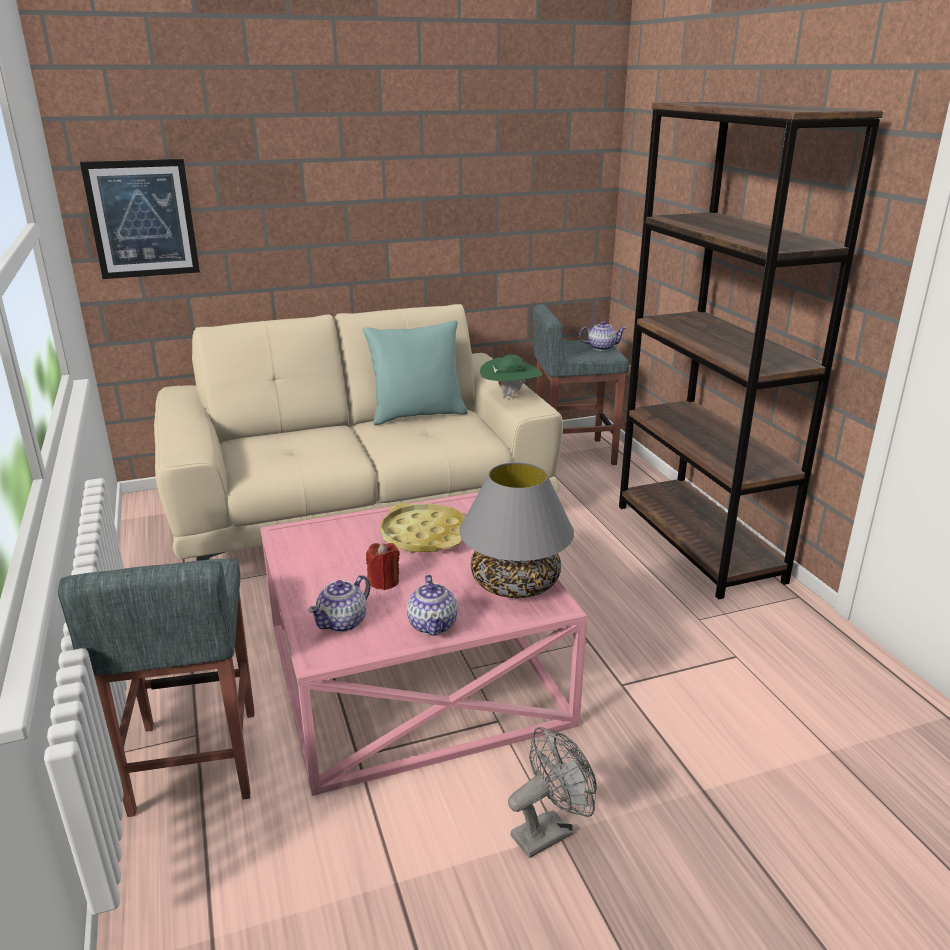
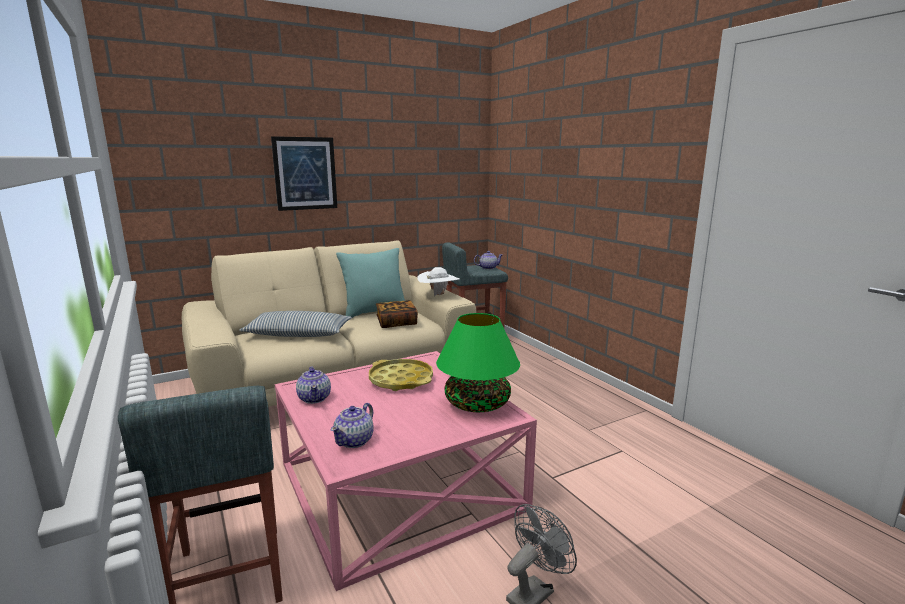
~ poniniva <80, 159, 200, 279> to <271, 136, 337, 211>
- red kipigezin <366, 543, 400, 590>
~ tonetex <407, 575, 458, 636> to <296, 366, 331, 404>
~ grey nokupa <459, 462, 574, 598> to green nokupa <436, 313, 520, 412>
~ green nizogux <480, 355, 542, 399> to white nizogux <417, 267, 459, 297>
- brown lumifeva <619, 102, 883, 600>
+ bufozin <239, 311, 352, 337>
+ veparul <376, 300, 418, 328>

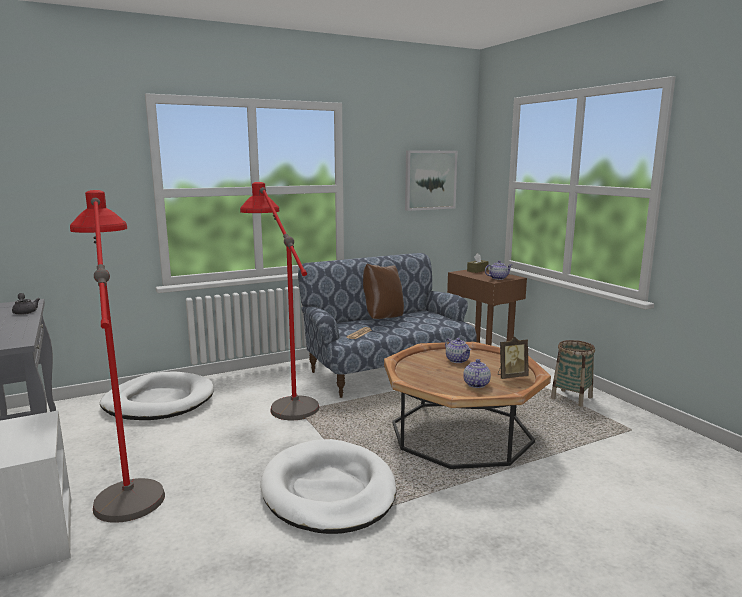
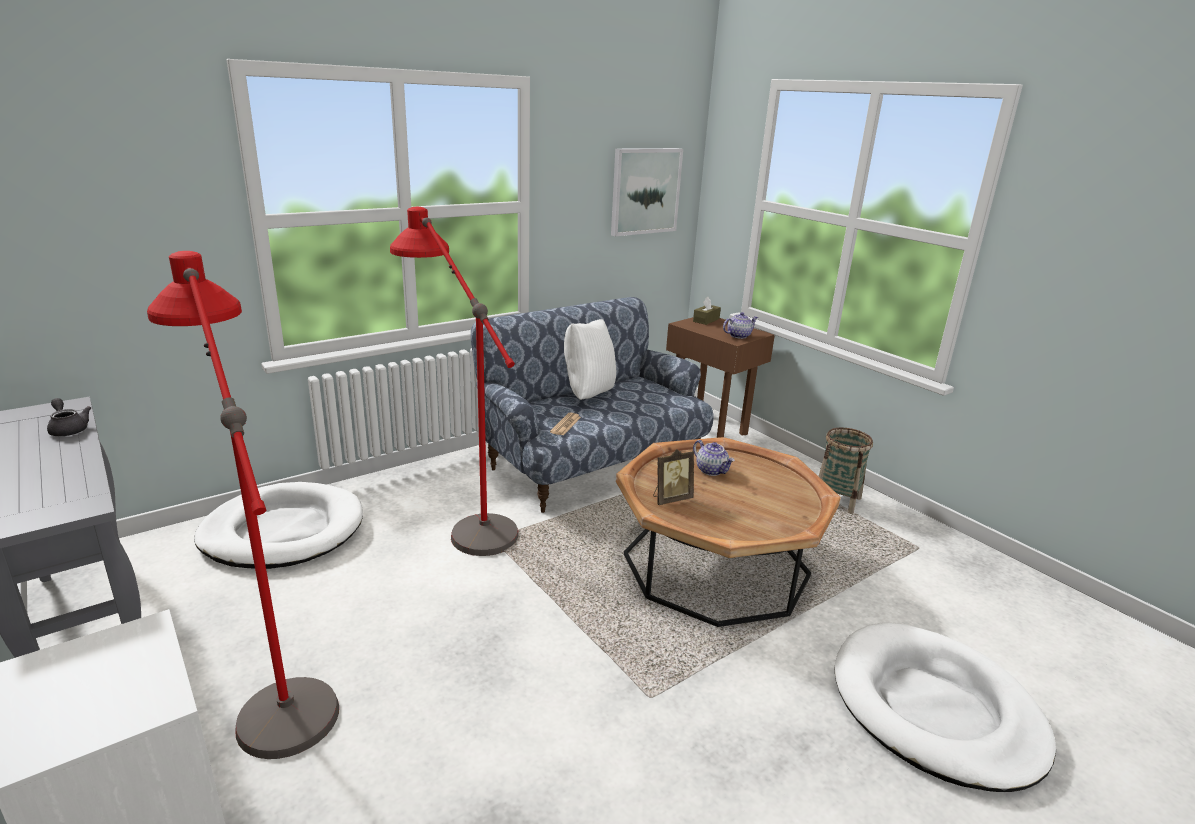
~ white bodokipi <260, 439, 397, 534> to <835, 622, 1056, 792>
~ brown bufozin <363, 264, 404, 319> to white bufozin <564, 319, 616, 400>
- tonetex <463, 359, 491, 388>
~ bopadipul <498, 337, 529, 379> to <653, 449, 694, 505>

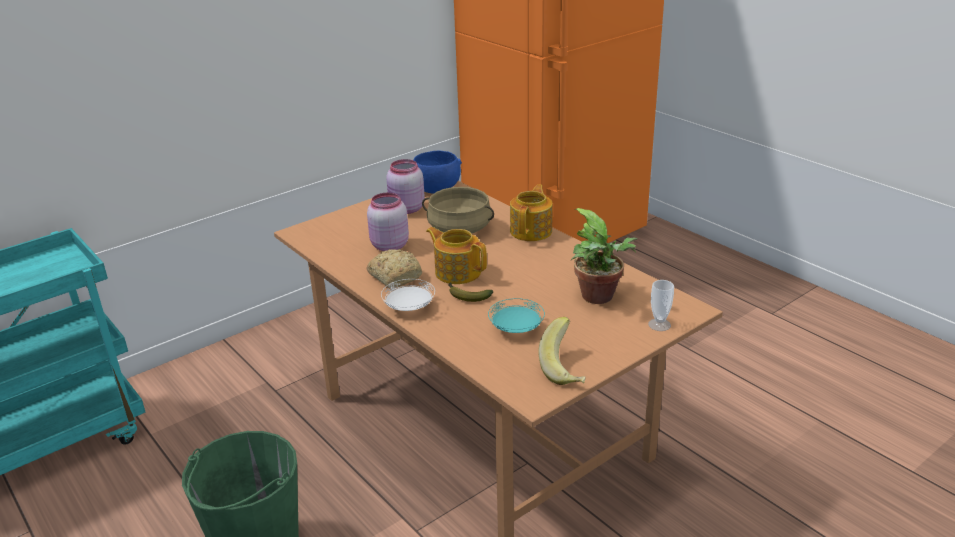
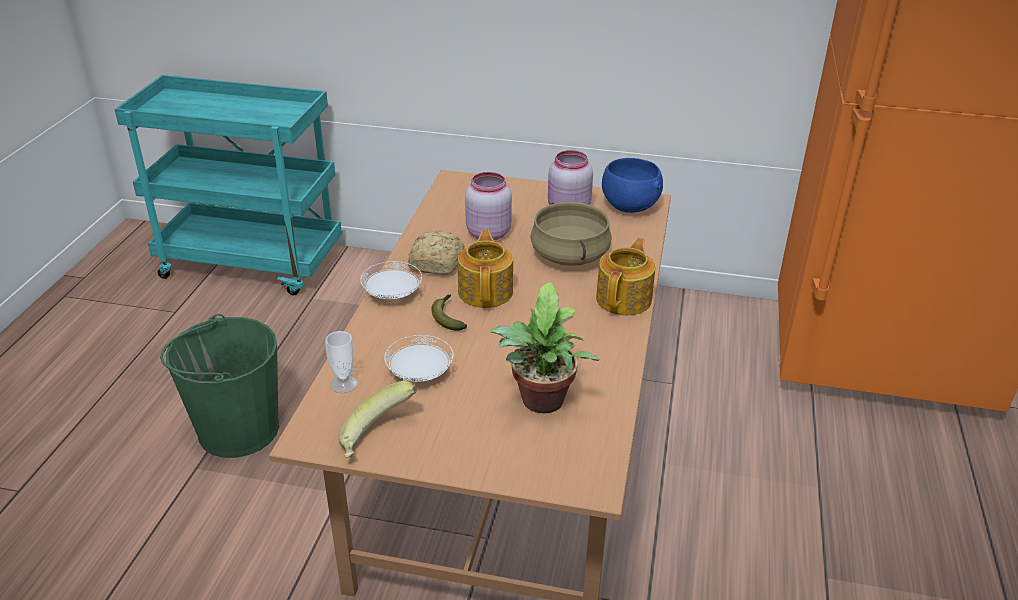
~ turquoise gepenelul <488, 298, 545, 333> to white gepenelul <384, 335, 453, 382>
~ tonetex <510, 184, 553, 241> = <596, 238, 655, 315> 45 degrees counterclockwise
~ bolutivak <648, 280, 674, 331> to <325, 331, 358, 393>

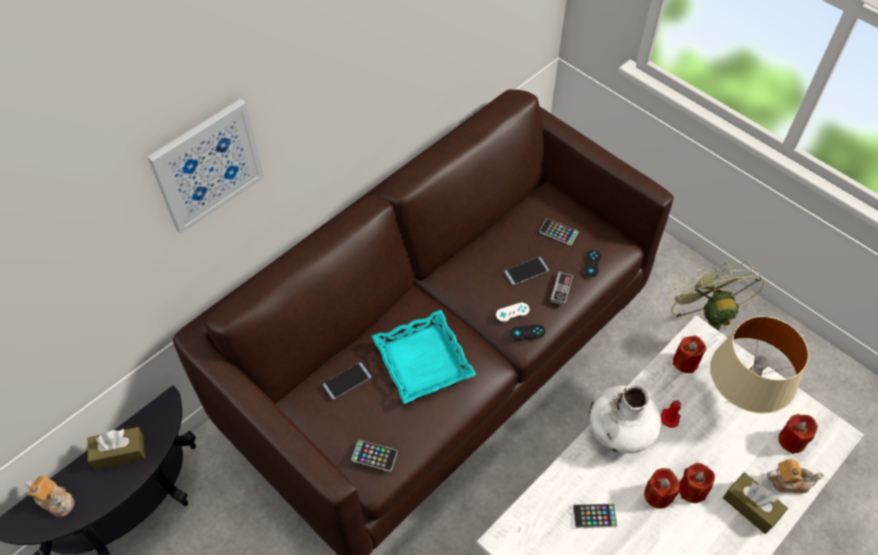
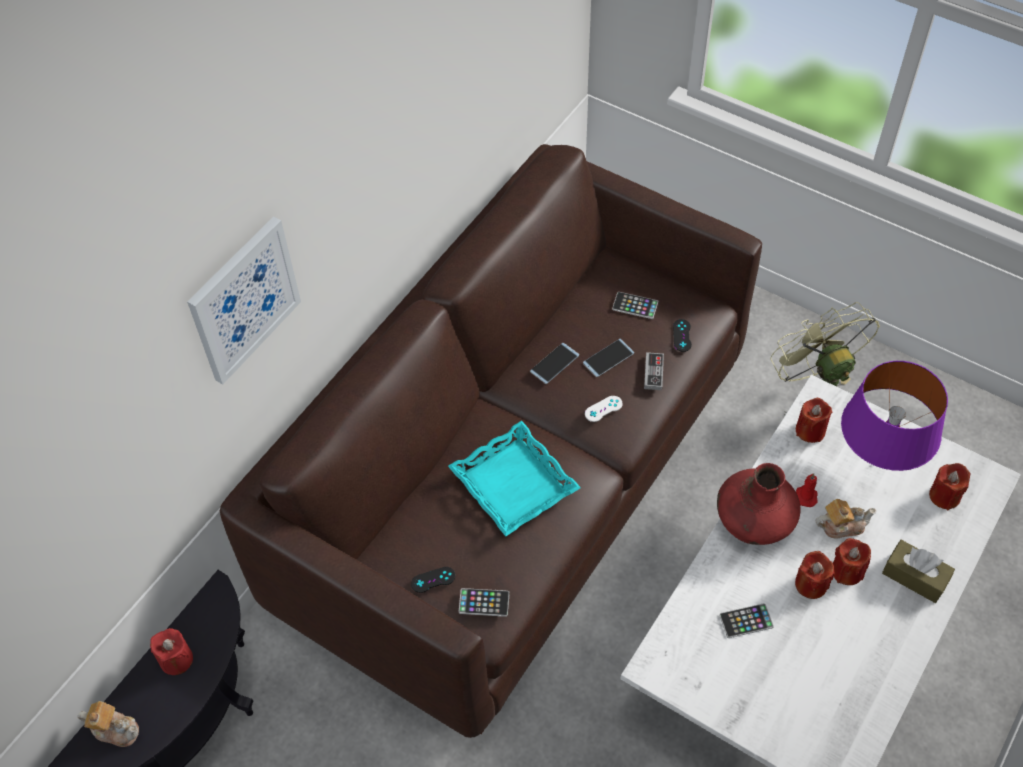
~ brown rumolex <87, 427, 145, 470> to red kipigezin <150, 628, 193, 675>
~ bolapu <323, 362, 371, 400> to <530, 343, 579, 384>
~ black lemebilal <510, 324, 545, 340> to <411, 567, 455, 593>
~ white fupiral <589, 384, 661, 454> to red fupiral <717, 463, 801, 545>
~ beige nokupa <710, 316, 809, 413> to purple nokupa <841, 361, 948, 471>
~ tonetex <767, 459, 824, 493> to <816, 499, 877, 539>

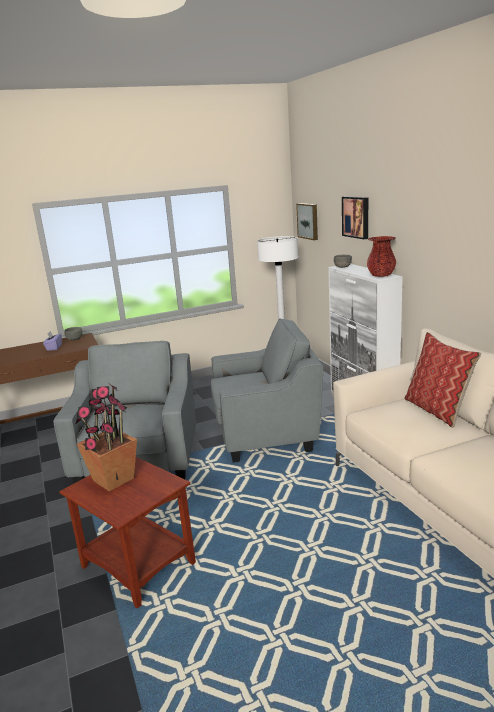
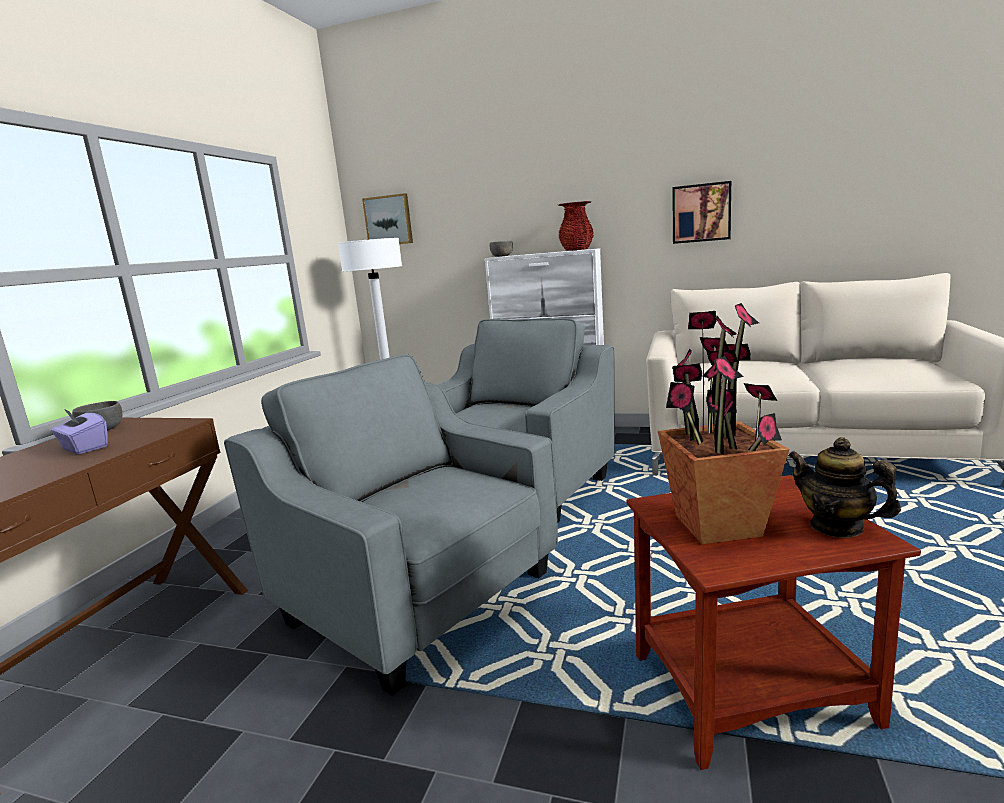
~ poniniva <342, 196, 368, 239> to <672, 181, 731, 244>
- bufozin <404, 332, 481, 428>
+ tonetex <788, 437, 901, 538>

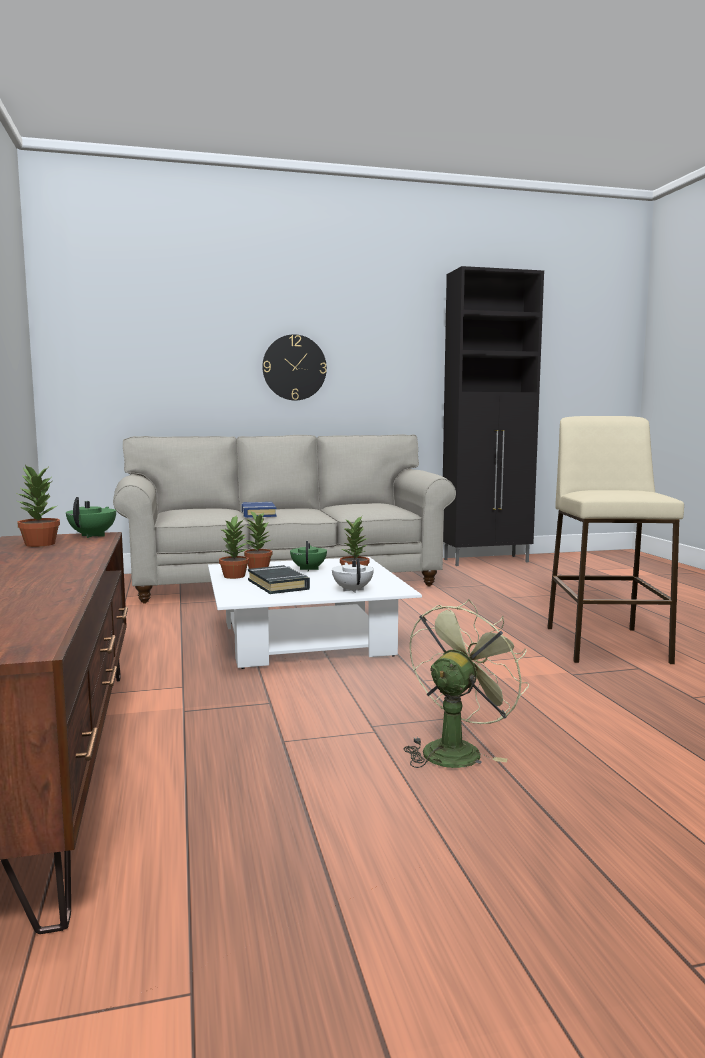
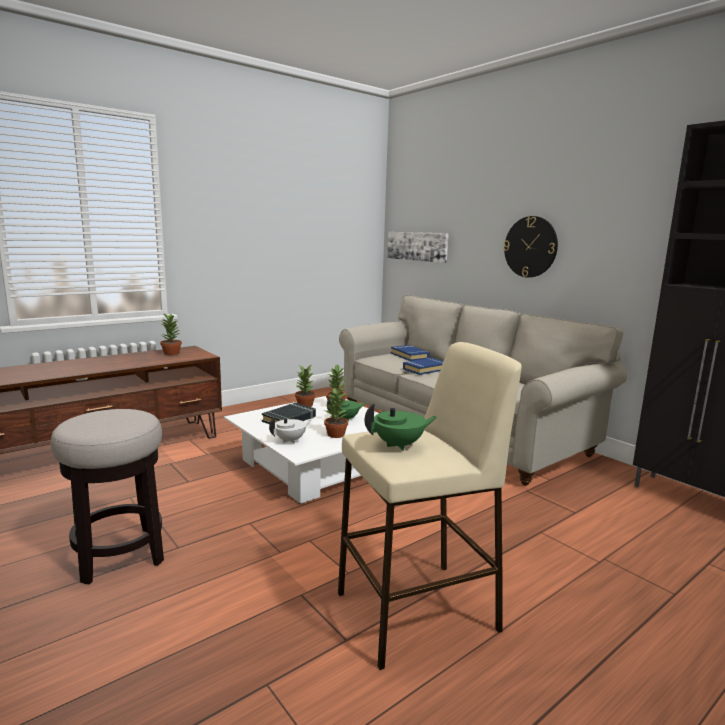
~ green tonetex <66, 497, 116, 538> to <365, 403, 437, 451>
~ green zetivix <404, 599, 529, 768> to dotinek <51, 409, 164, 584>
+ poniniva <387, 232, 449, 263>
+ blue veparul <391, 345, 430, 361>

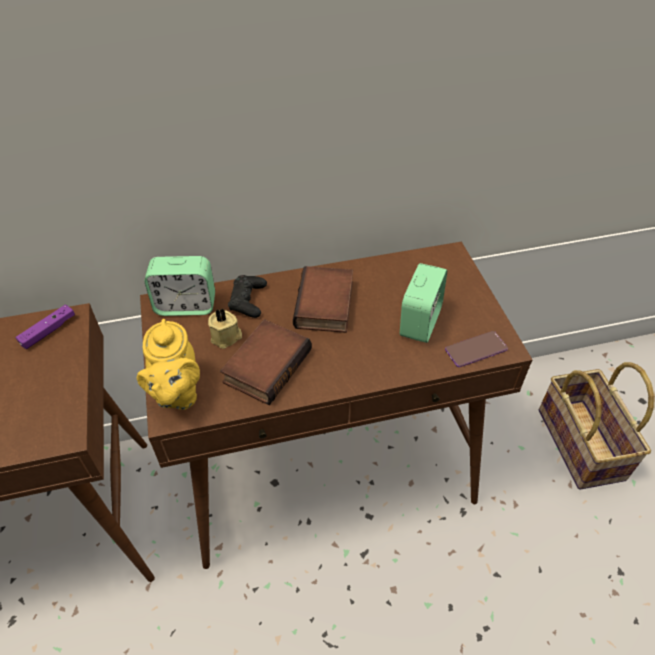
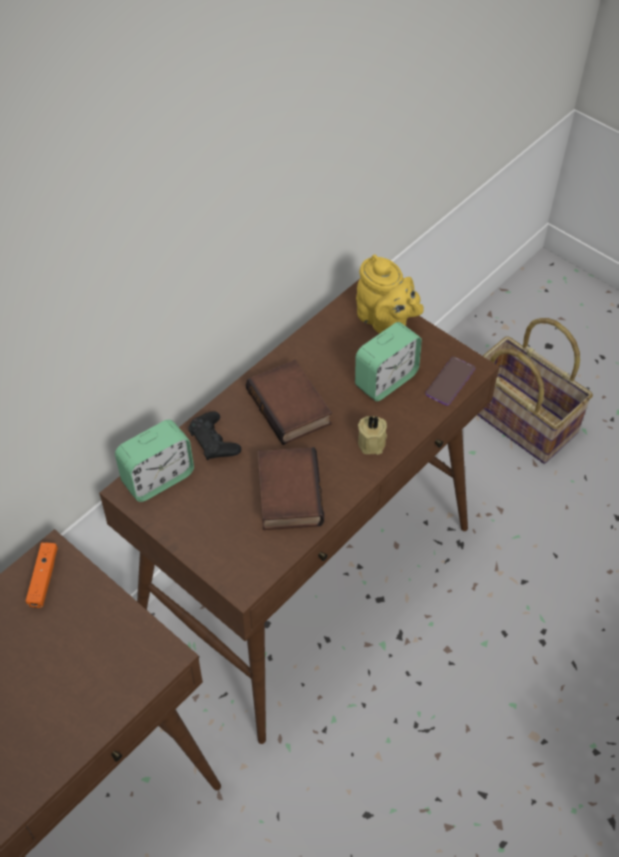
~ purple lemebilal <16, 305, 75, 349> to orange lemebilal <26, 542, 58, 608>
~ yellow tonetex <137, 319, 200, 410> to <356, 254, 424, 334>
~ beige kipigezin <208, 309, 242, 349> to <358, 415, 387, 455>
~ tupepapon <400, 263, 447, 343> = <355, 322, 422, 401> 60 degrees clockwise

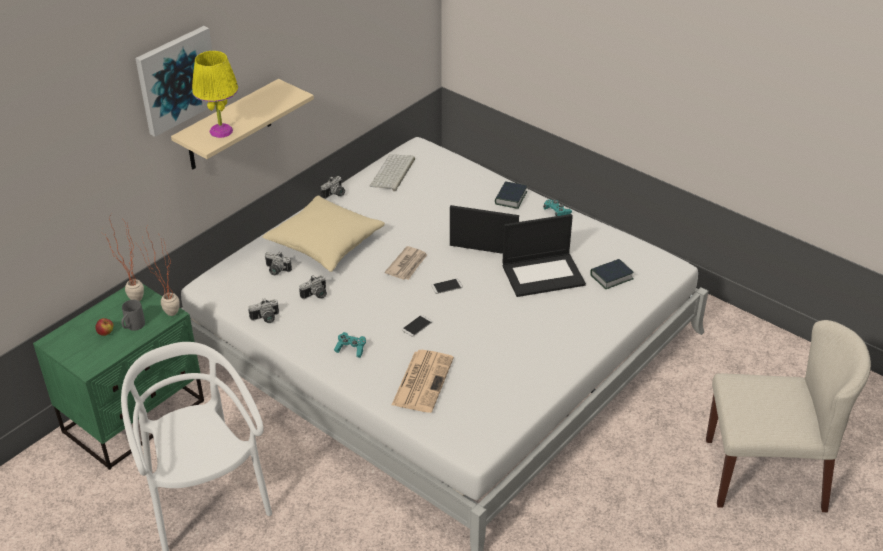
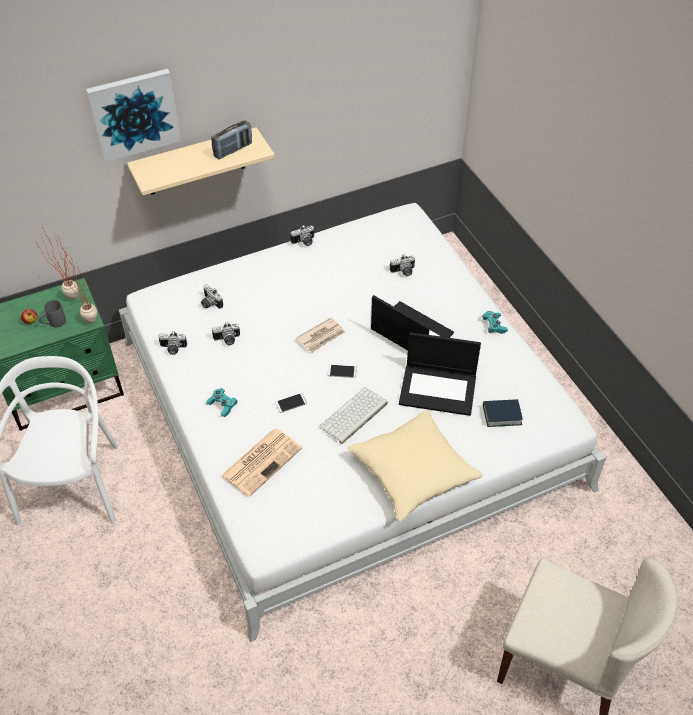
- yellow nokupa <192, 51, 239, 138>
~ beige bufozin <262, 196, 385, 272> to <348, 410, 483, 522>
~ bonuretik <370, 154, 415, 191> to <319, 387, 388, 444>
- veparul <495, 181, 527, 209>
+ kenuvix <211, 120, 252, 159>
+ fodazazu <390, 255, 415, 276>

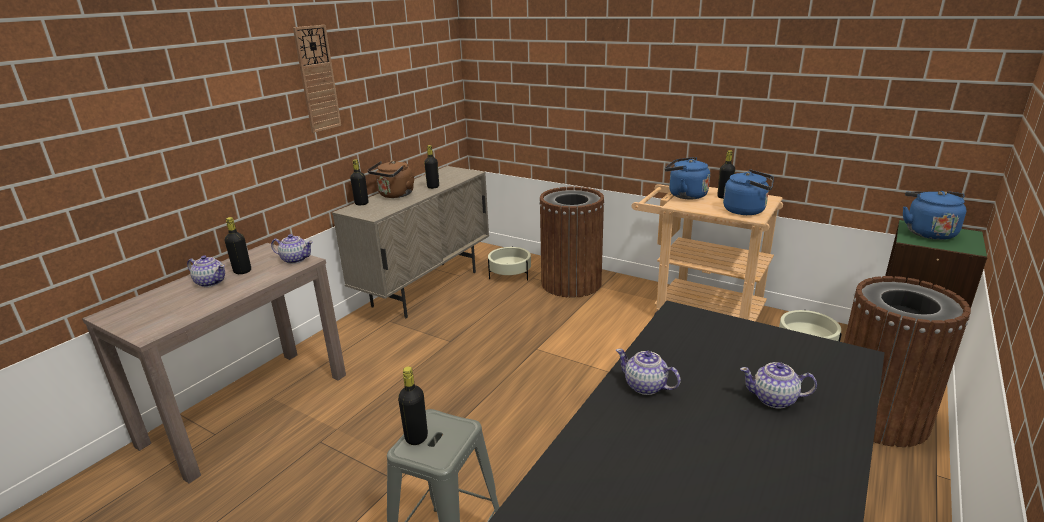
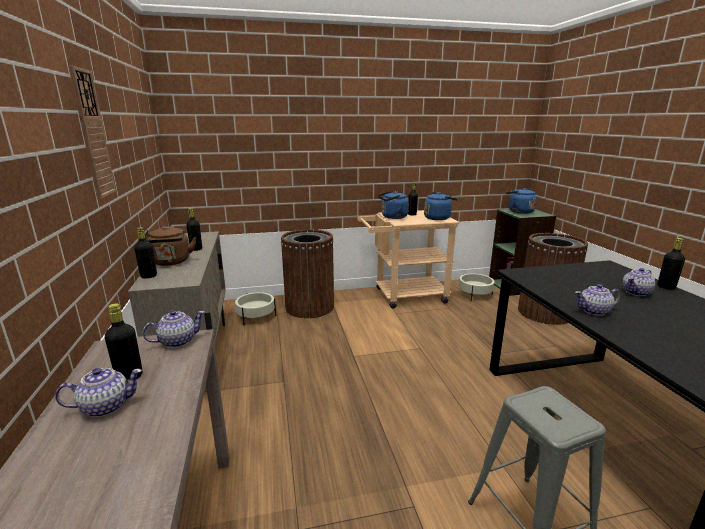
~ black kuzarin <398, 367, 428, 445> to <657, 238, 685, 290>

